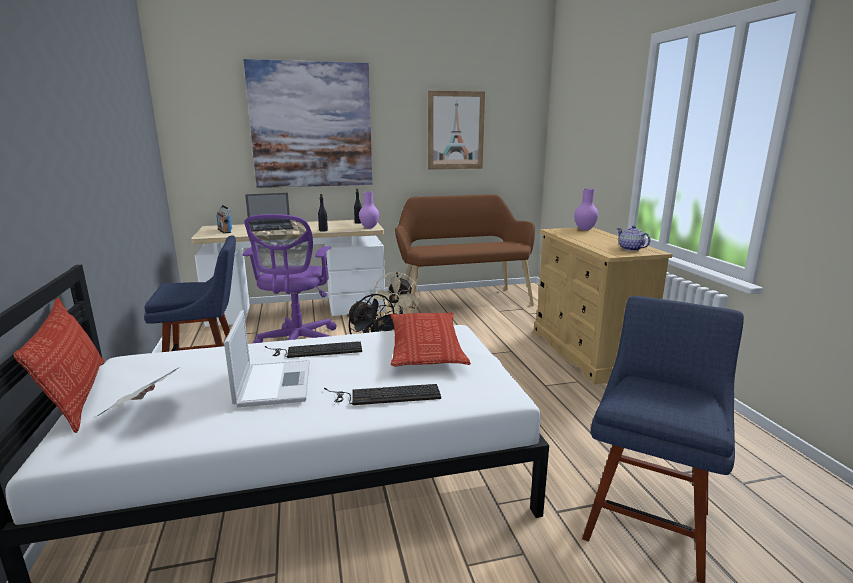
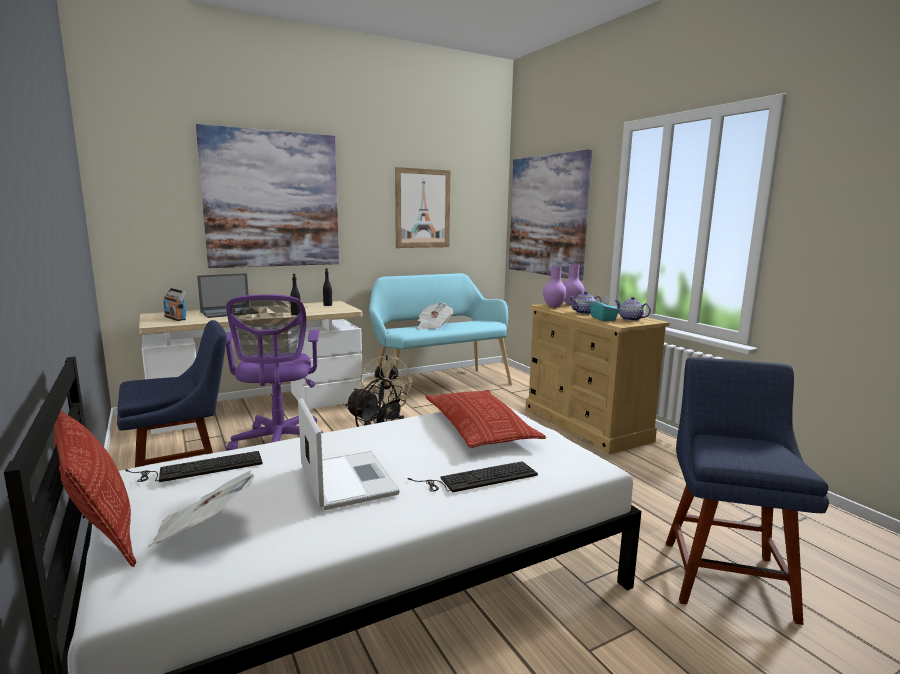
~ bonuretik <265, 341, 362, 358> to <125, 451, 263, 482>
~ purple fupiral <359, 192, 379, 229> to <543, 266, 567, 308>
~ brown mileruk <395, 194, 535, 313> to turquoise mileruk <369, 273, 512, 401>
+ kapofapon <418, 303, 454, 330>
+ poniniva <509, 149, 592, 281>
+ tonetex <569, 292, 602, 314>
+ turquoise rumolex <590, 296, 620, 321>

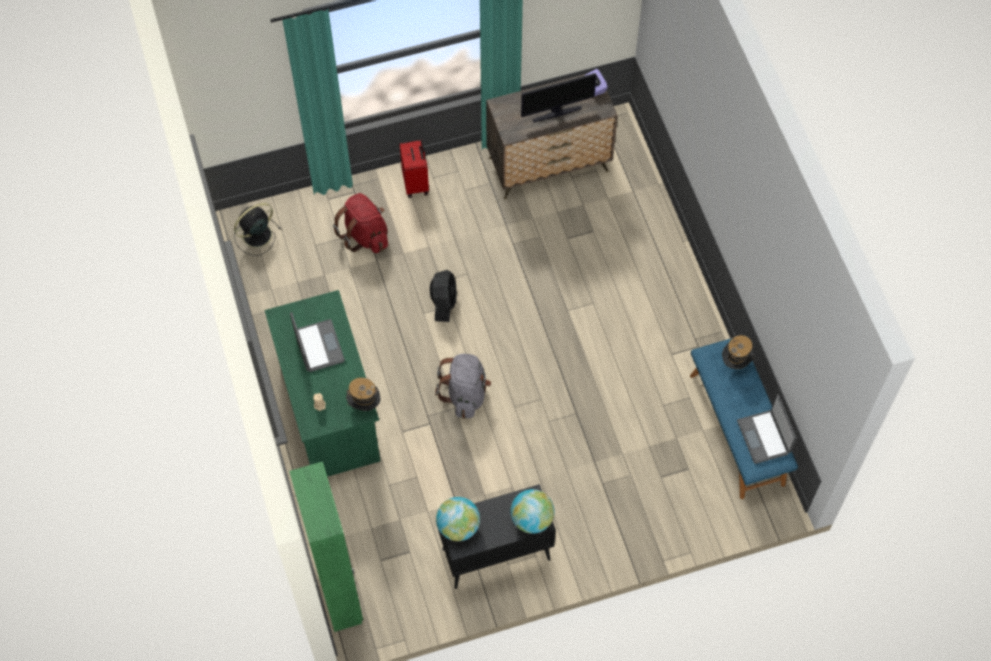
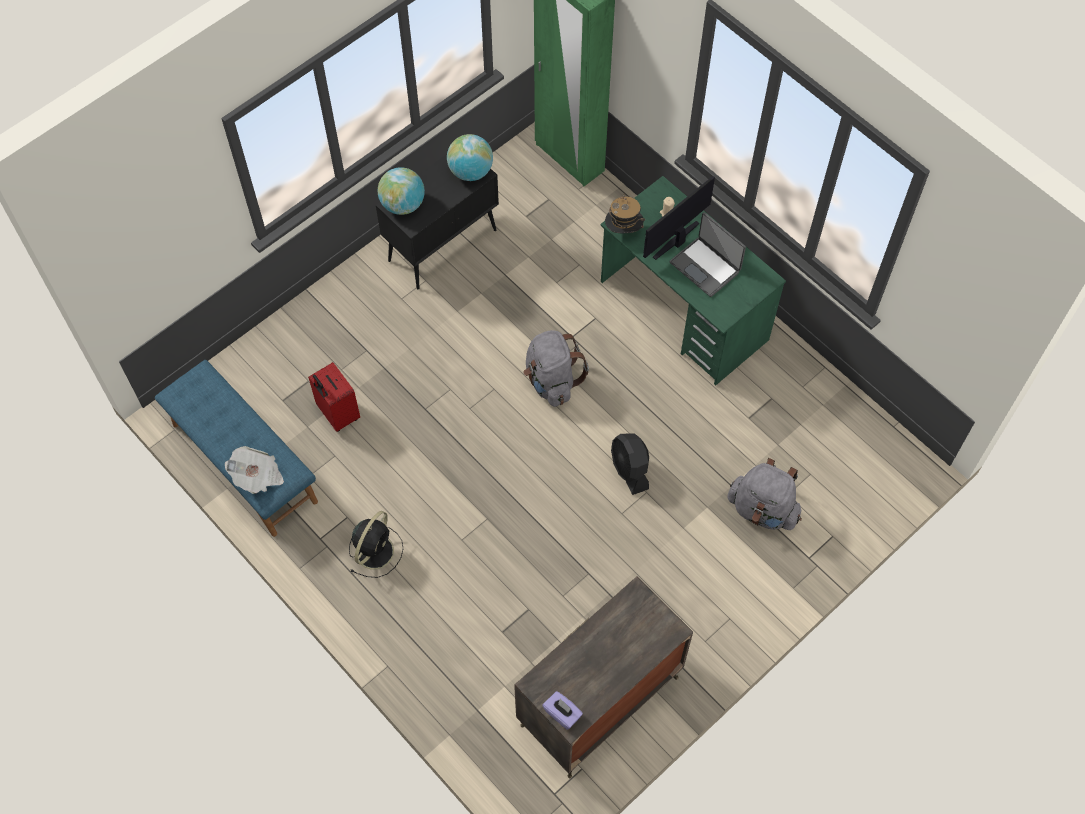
~ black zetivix <234, 203, 281, 256> to <349, 511, 403, 578>
~ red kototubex <333, 193, 388, 253> to grey kototubex <727, 458, 802, 530>
~ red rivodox <400, 139, 429, 198> to <308, 362, 360, 432>
~ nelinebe <521, 73, 596, 122> to <643, 176, 715, 260>
~ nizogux <722, 335, 754, 369> to kapofapon <225, 446, 284, 494>
- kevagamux <737, 394, 797, 464>

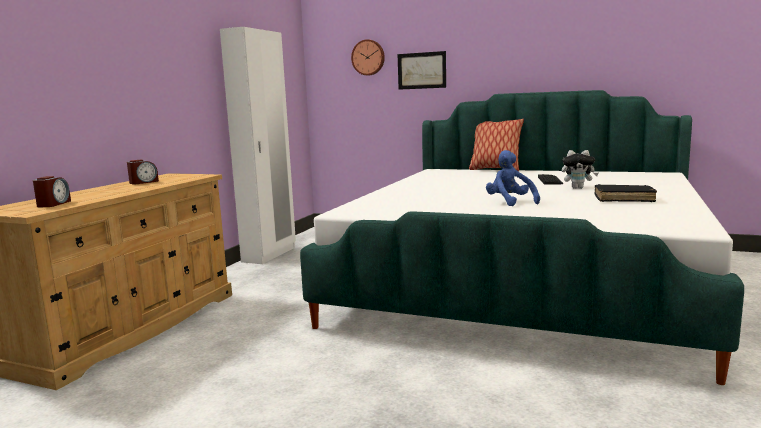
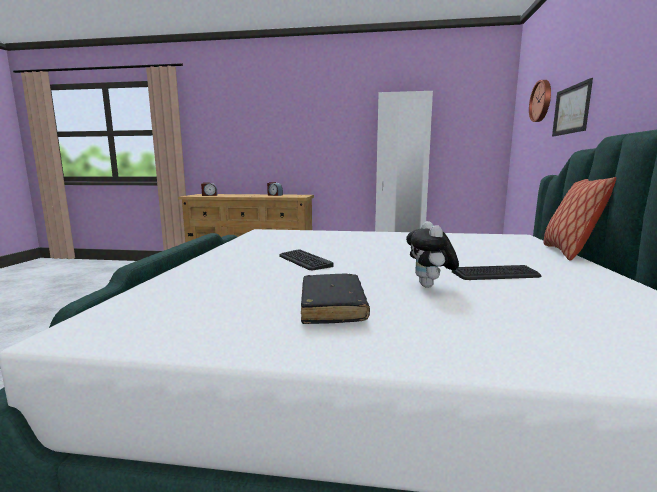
~ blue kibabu <486, 150, 540, 206> to bonuretik <279, 249, 333, 270>

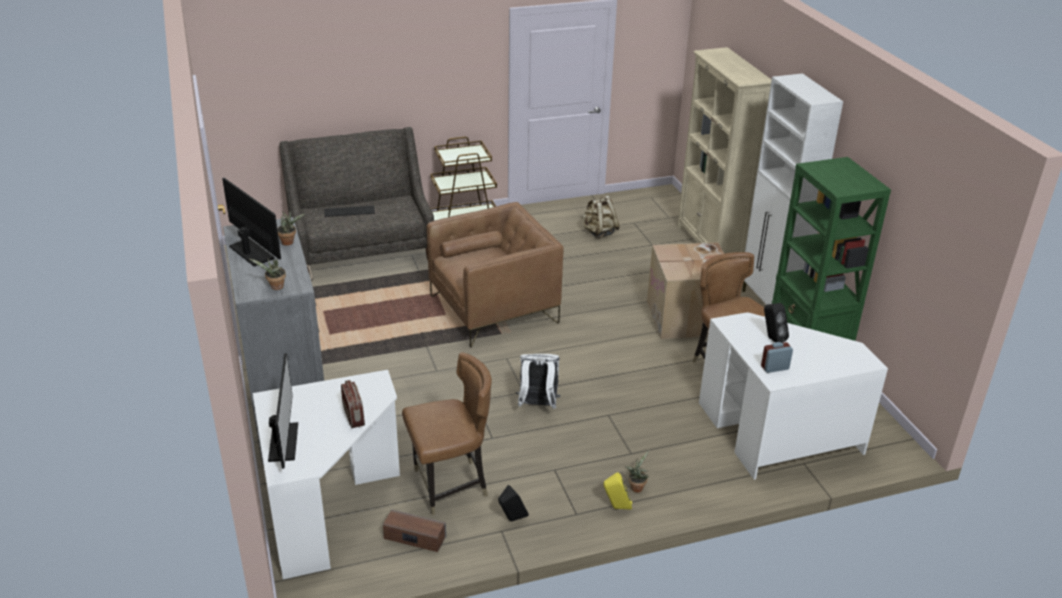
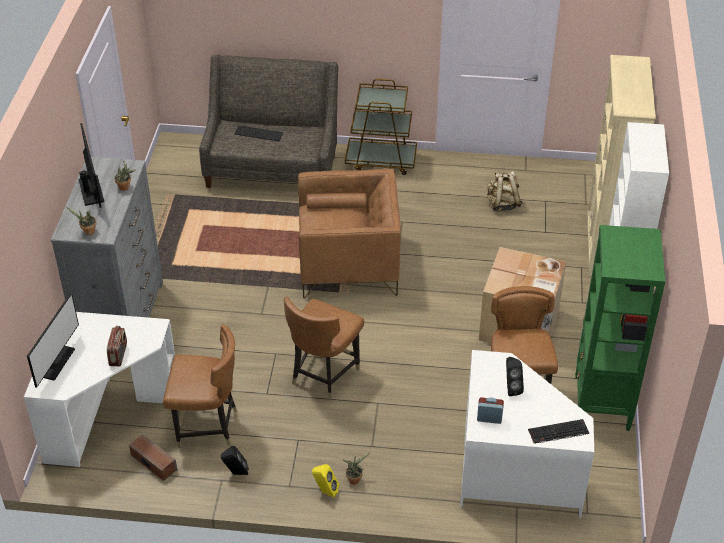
~ white kototubex <516, 354, 560, 409> to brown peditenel <284, 297, 364, 400>
+ bonuretik <528, 419, 589, 444>

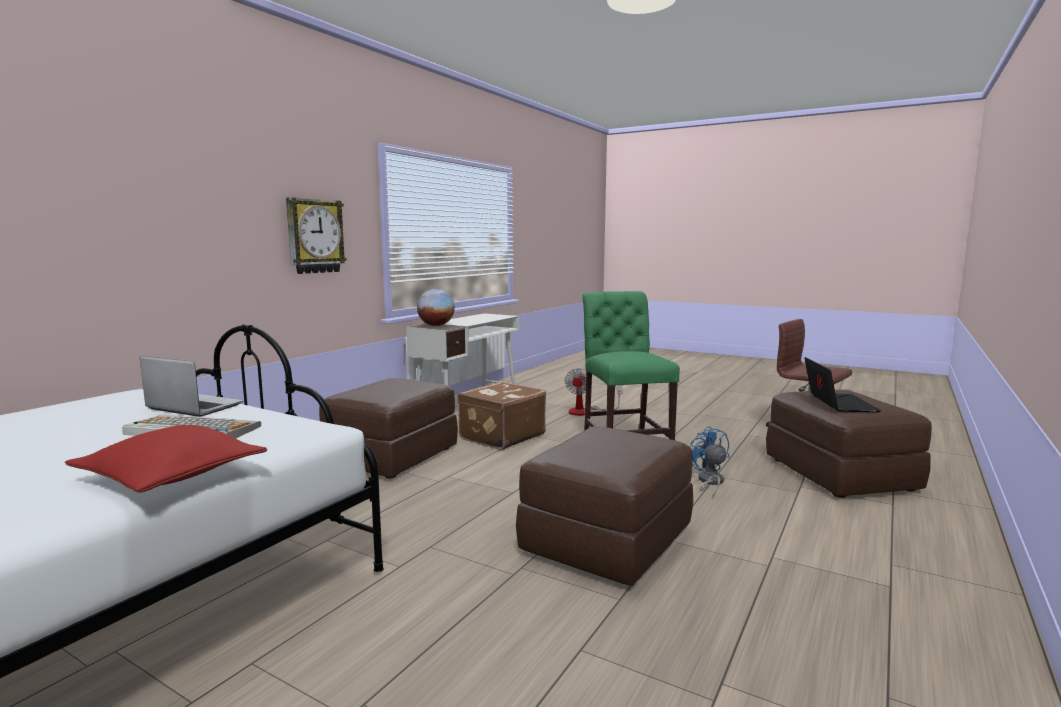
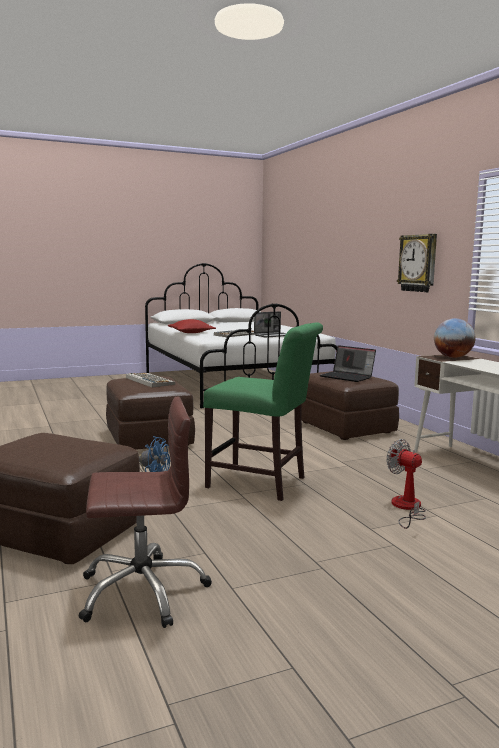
- brown rivodox <457, 381, 546, 450>
~ kevagamux <804, 357, 881, 412> to <320, 345, 376, 382>
+ bonuretik <126, 373, 175, 388>

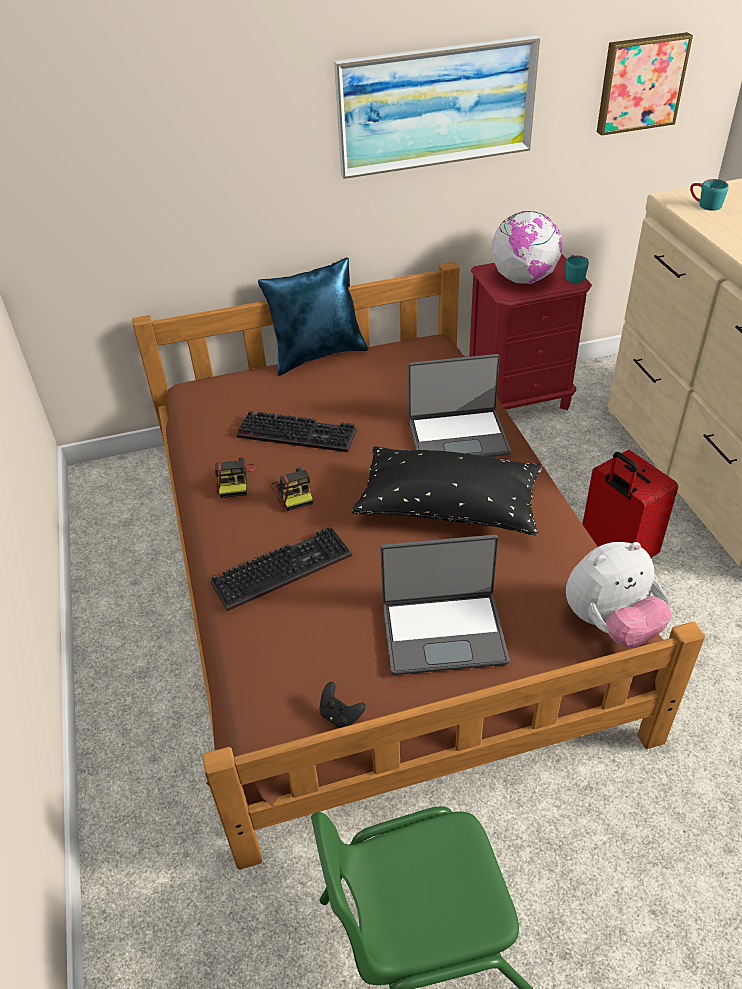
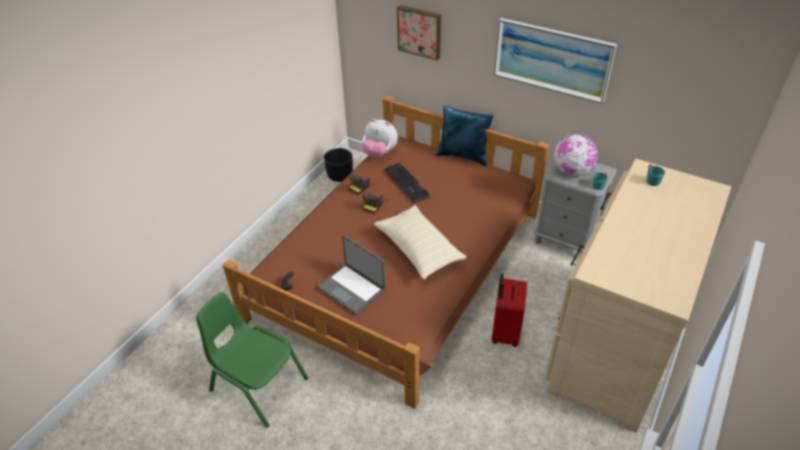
- bonuretik <211, 526, 352, 611>
~ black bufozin <352, 446, 542, 535> to beige bufozin <374, 205, 467, 280>
- kevagamux <408, 354, 511, 457>
~ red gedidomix <469, 253, 592, 410> to grey gedidomix <534, 159, 617, 257>
~ kibabu <566, 542, 672, 647> to <362, 119, 398, 158>
~ poniniva <597, 32, 693, 136> to <397, 5, 441, 60>
+ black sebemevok <324, 148, 353, 182>

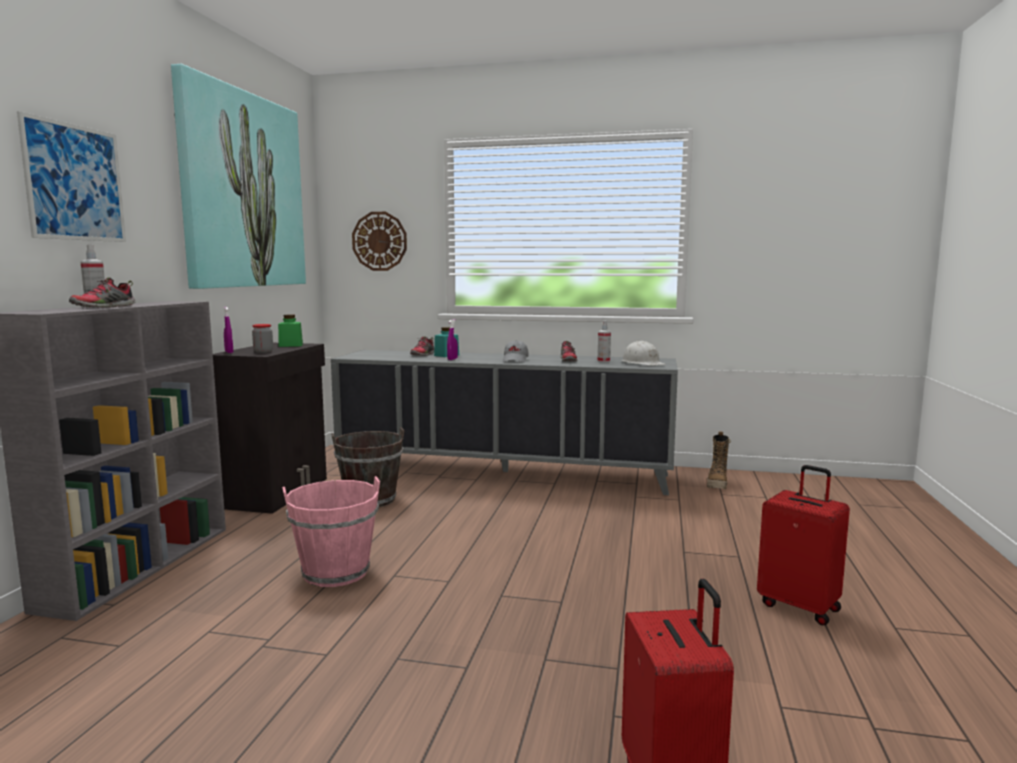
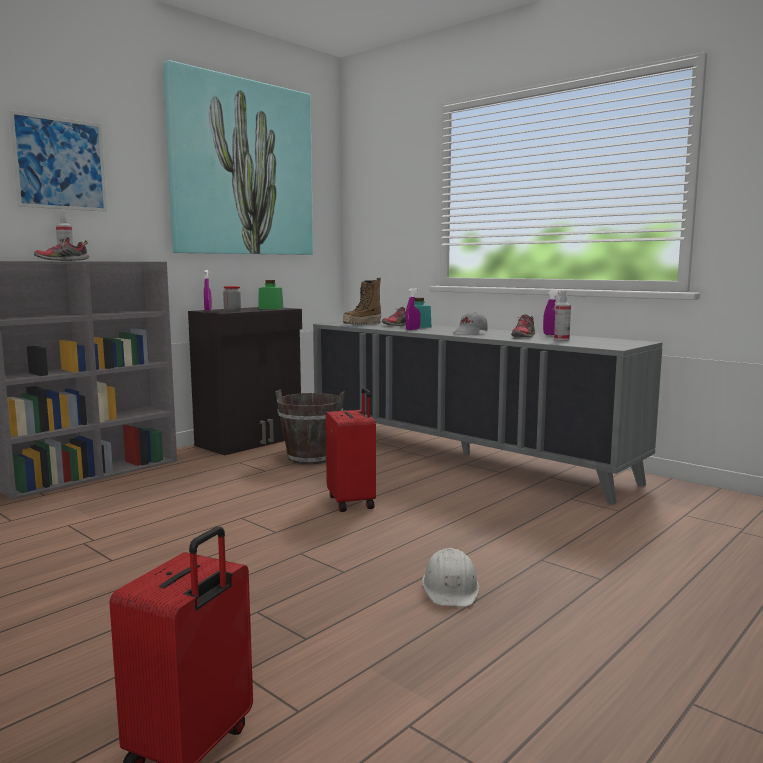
- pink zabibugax <282, 476, 380, 587>
- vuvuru <352, 212, 407, 271>
~ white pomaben <622, 341, 666, 366> to <422, 548, 480, 607>
~ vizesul <707, 431, 731, 489> to <343, 278, 381, 325>
~ red rivodox <757, 465, 850, 625> to <326, 388, 376, 512>
+ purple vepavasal <543, 290, 562, 335>

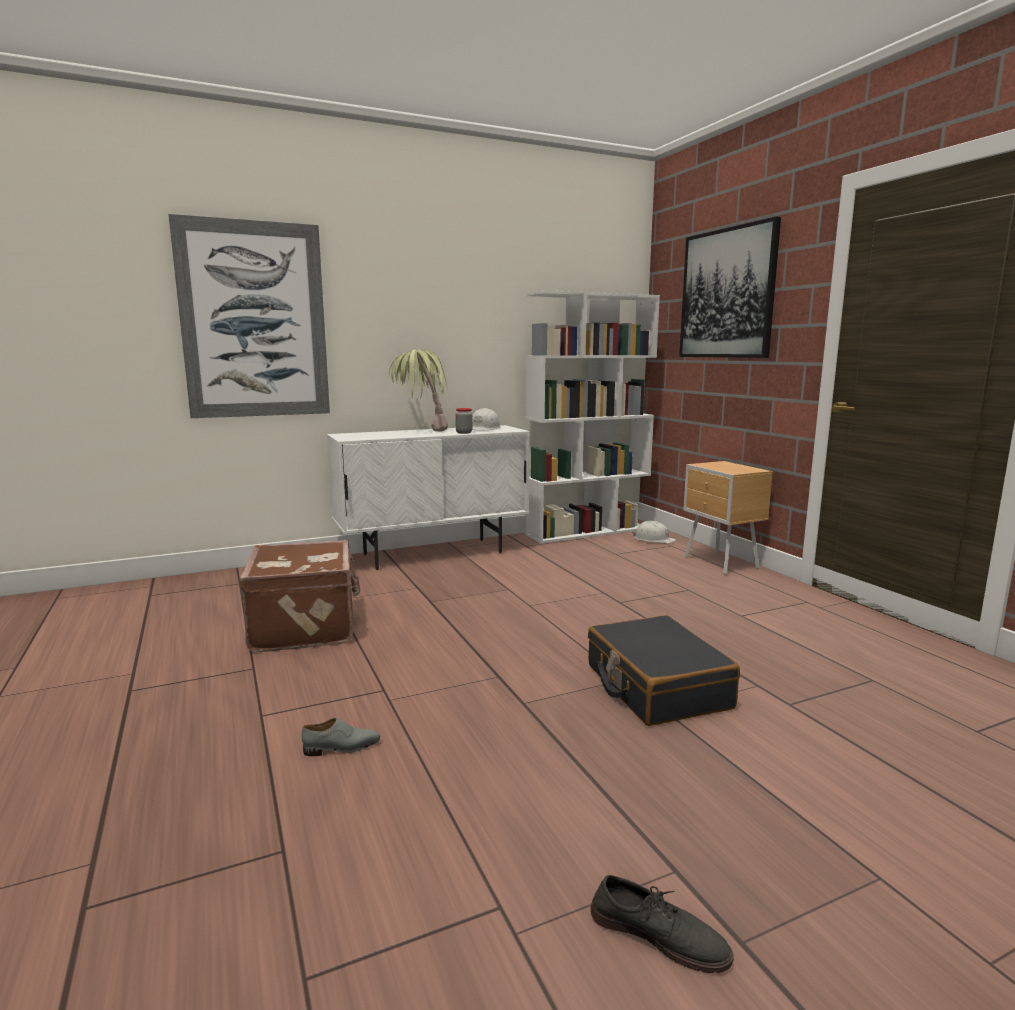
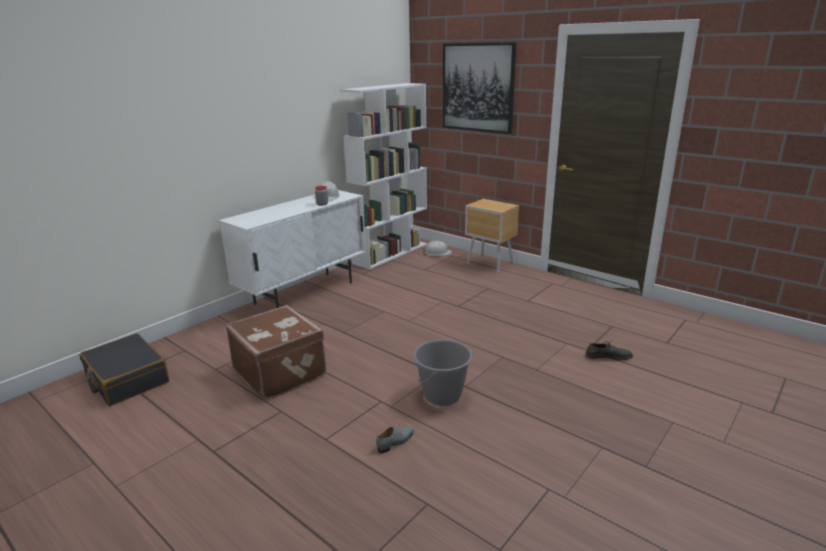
- poniniva <168, 214, 330, 418>
- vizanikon <389, 349, 448, 431>
~ black rivodox <588, 615, 740, 726> to <80, 333, 169, 406>
~ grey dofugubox <590, 875, 734, 973> to <585, 342, 633, 360>
+ grey zabibugax <413, 340, 472, 406>

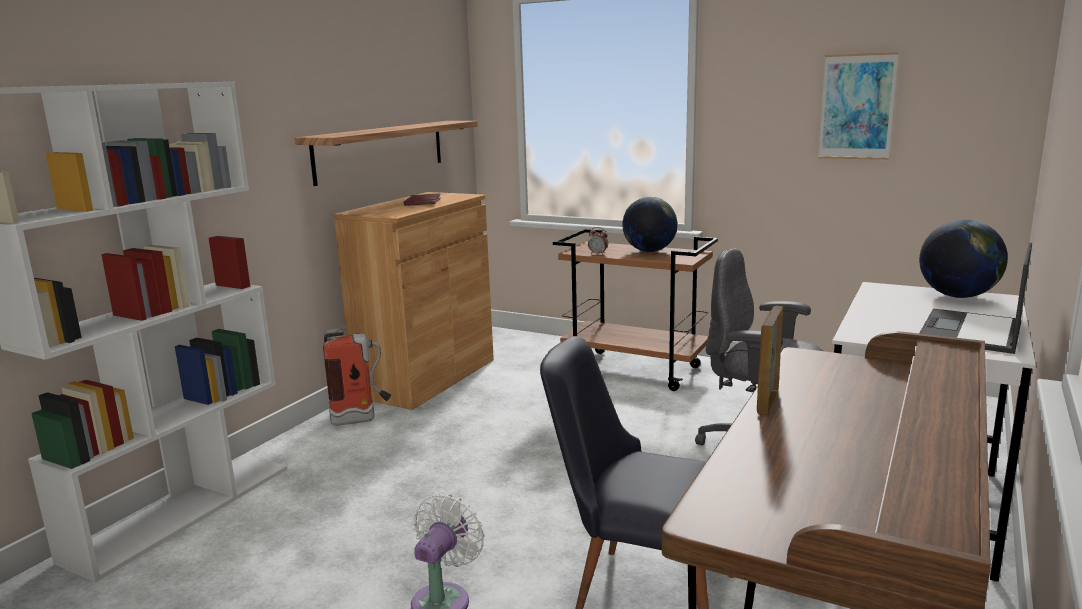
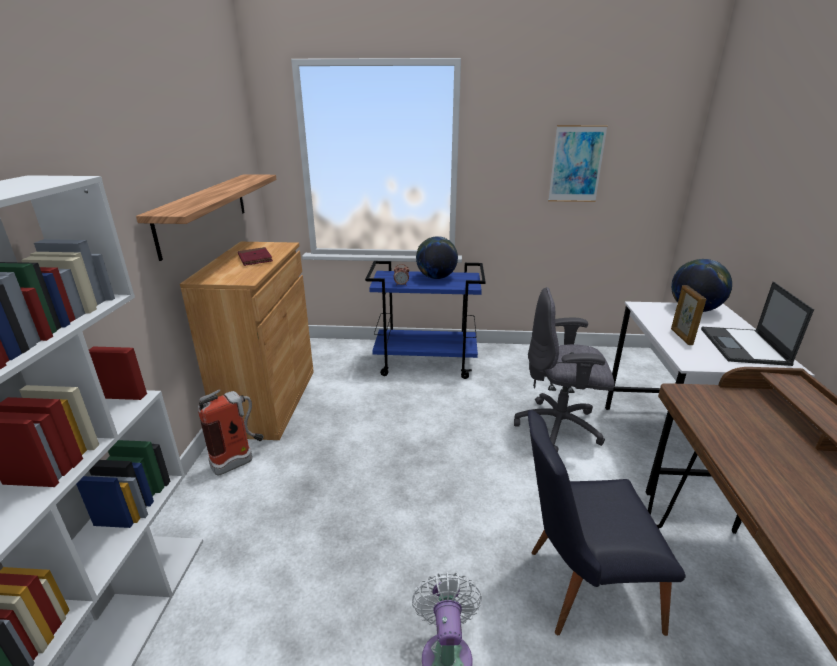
~ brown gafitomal <553, 229, 718, 391> to blue gafitomal <365, 261, 485, 379>
~ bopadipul <757, 306, 783, 416> to <671, 285, 706, 345>

